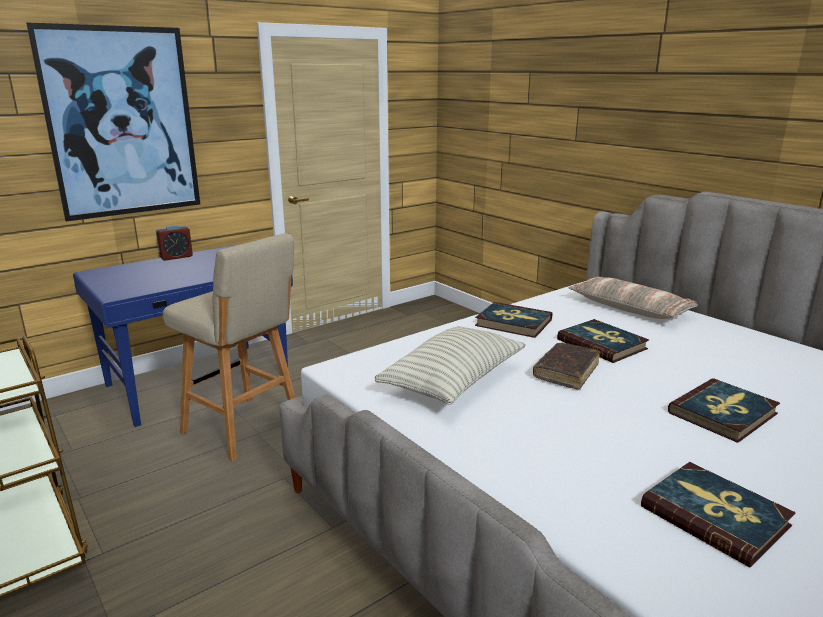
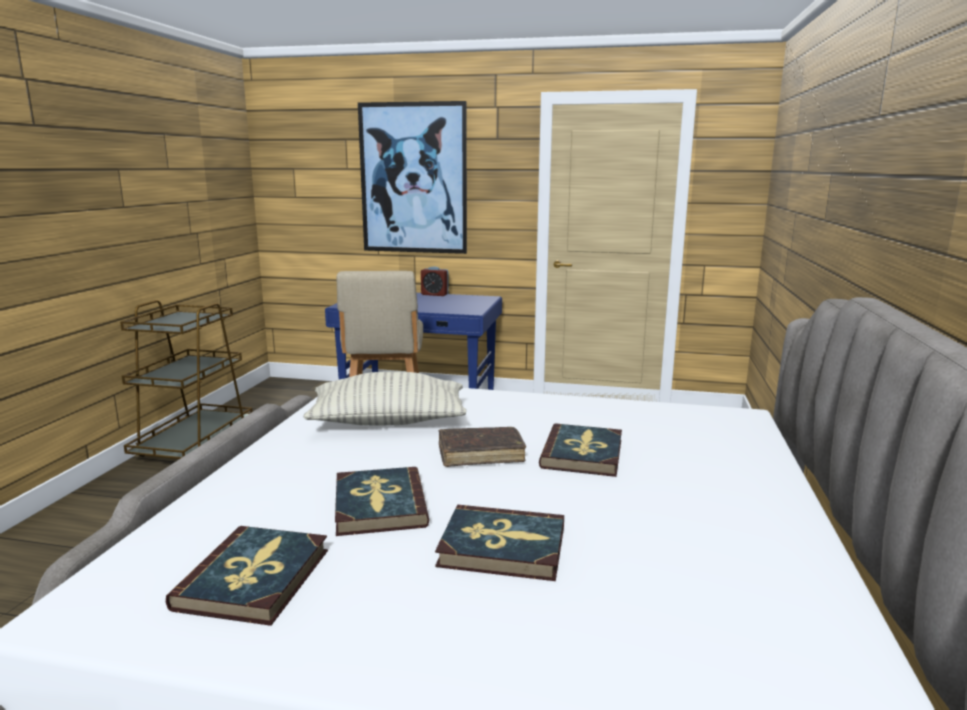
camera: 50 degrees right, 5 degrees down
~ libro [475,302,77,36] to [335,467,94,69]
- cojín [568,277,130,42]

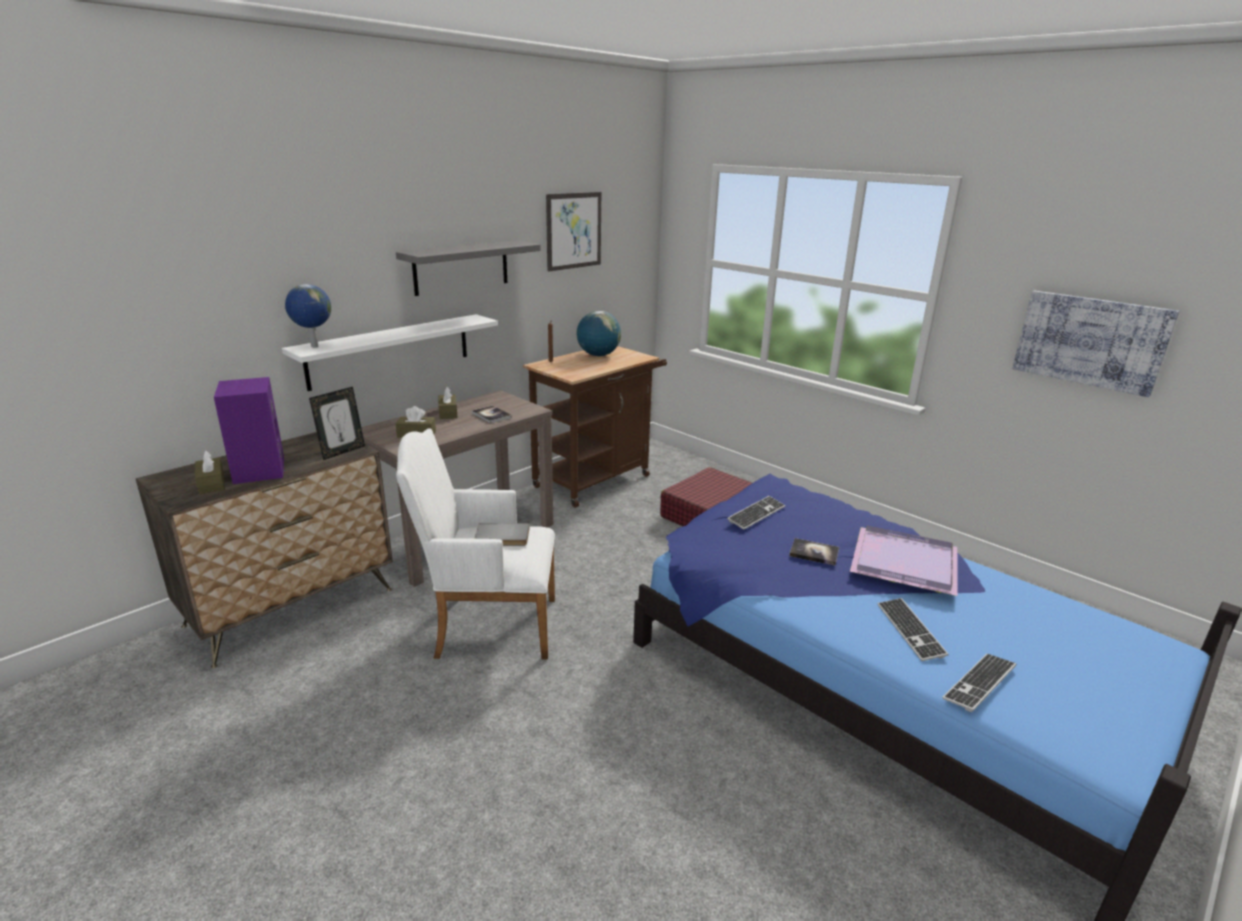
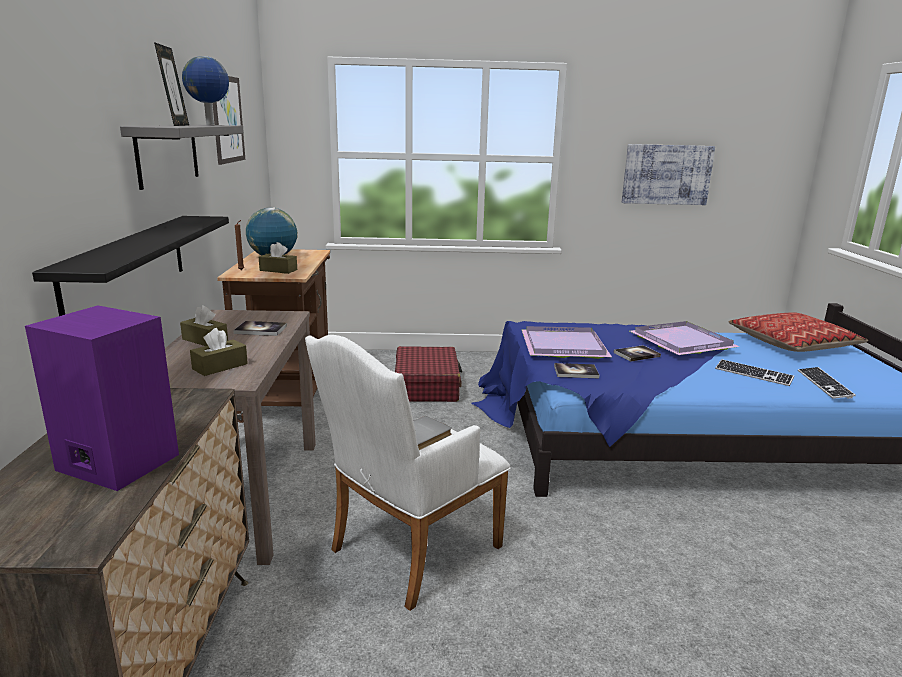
camera: 45 degrees left, 5 degrees down
~ caja de pañuelos [marrón] [195,450,30,44] to [259,242,38,32]
~ estante [blanco] [282,314,216,77] to estante [negro] [32,216,197,100]
~ globo terráqueo [285,284,46,63] to [182,56,47,69]
~ portarretratos [309,387,56,73] to [154,42,35,84]
~ teclado [727,496,58,34] to bandeja [morado] [521,326,91,33]
+ libro [554,363,45,15]
+ cojín [728,312,140,40]

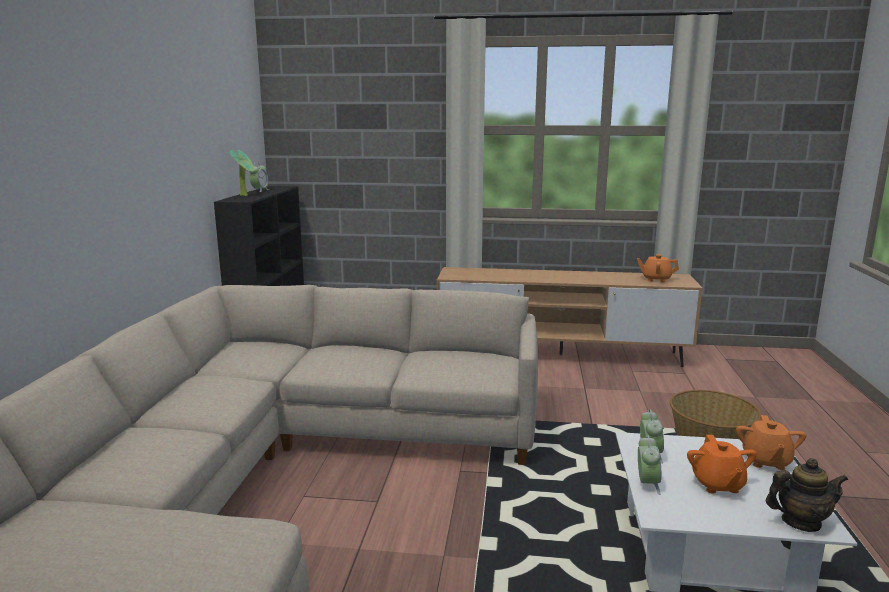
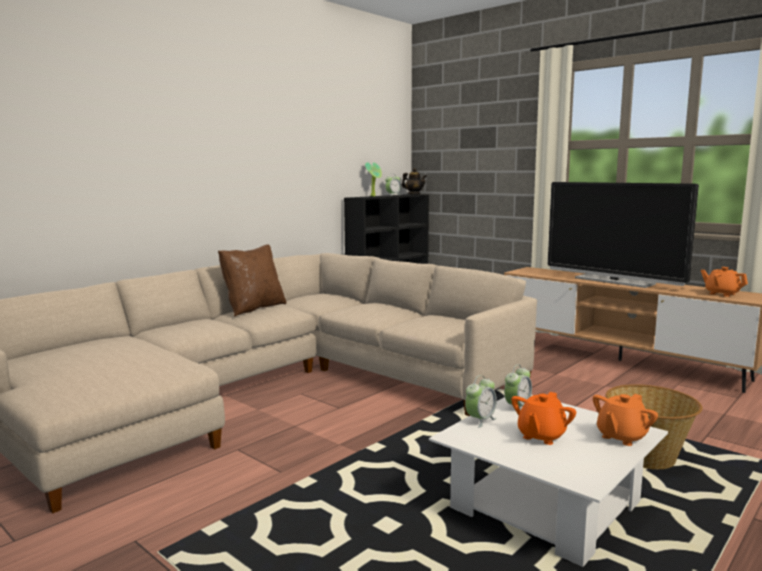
camera: 35 degrees right, 5 degrees down
~ tetera [766,458,82,74] to [402,168,25,27]
+ cojín [marrón] [218,244,68,73]
+ televisor [548,182,151,106]

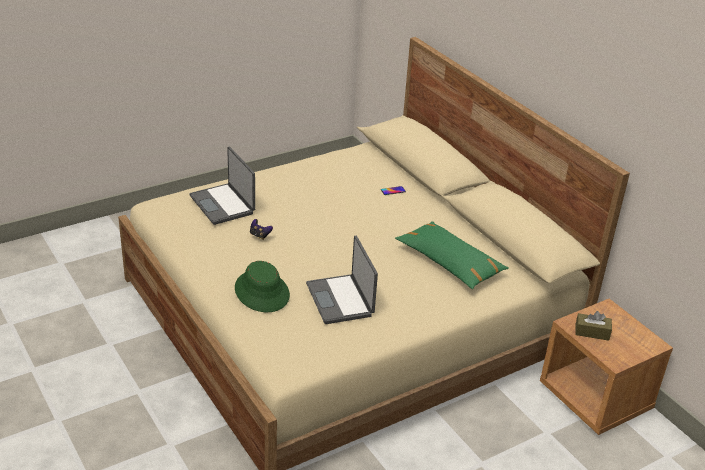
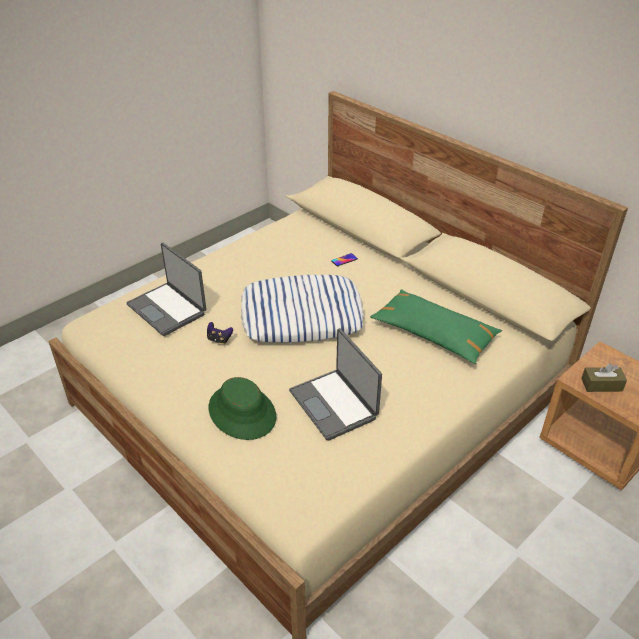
camera: 10 degrees left, 5 degrees up
+ cojín [241,275,123,68]

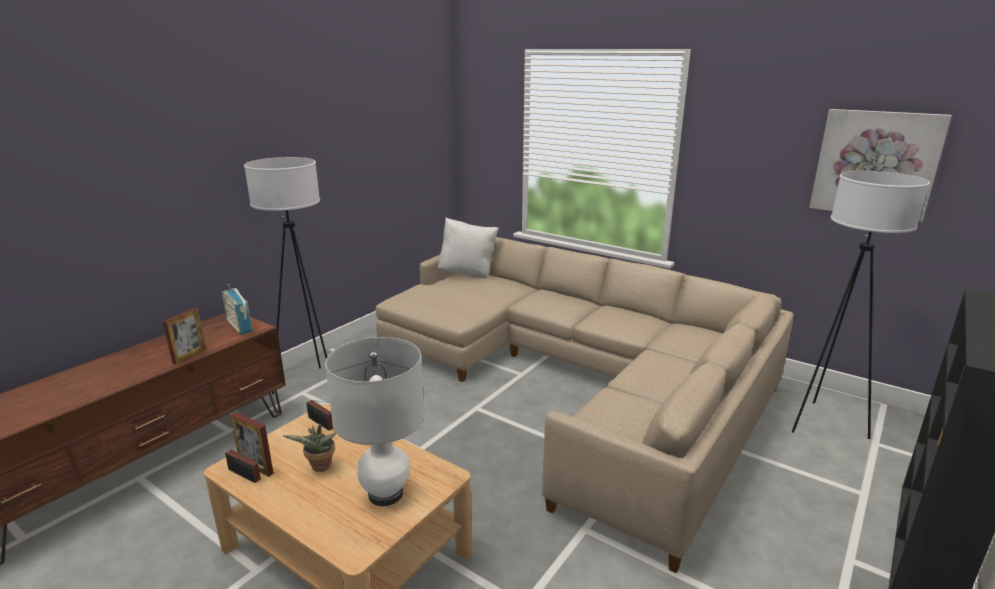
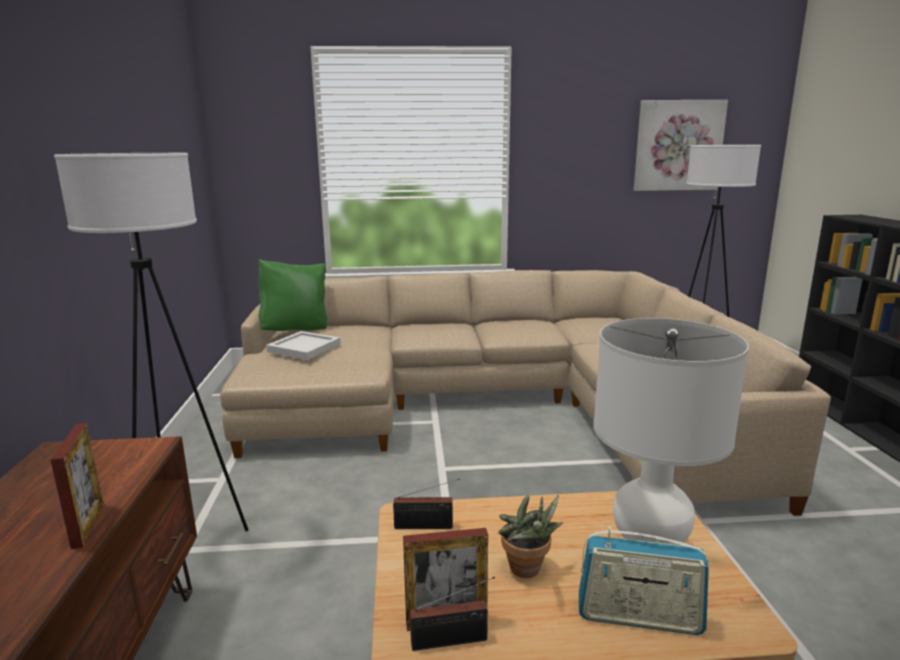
camera: 40 degrees left, 5 degrees down
~ radio [222,284,31,51] to [579,526,130,109]
~ cojín [blanco] [438,218,61,60] to cojín [verde] [258,259,69,72]
+ bandeja [blanco] [266,331,75,29]

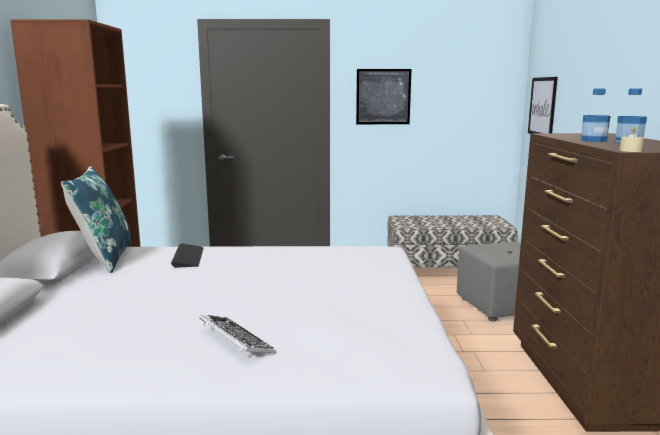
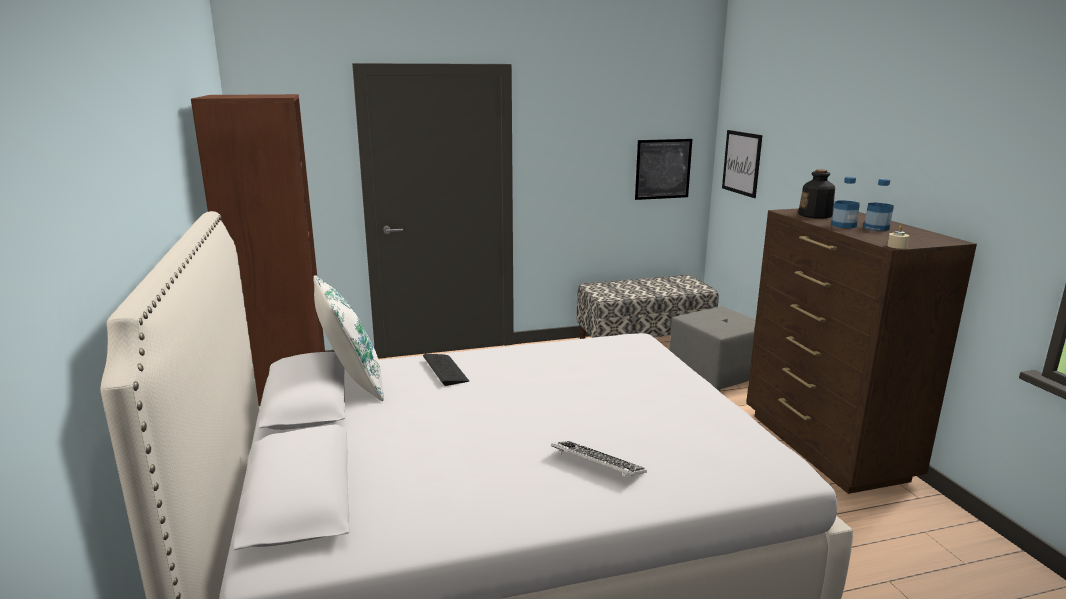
camera: 15 degrees left, 5 degrees up
~ cojín [azul] [61,166,71,107] to cojín [blanco] [313,275,71,126]
~ cuadro [356,69,55,55] to [635,139,57,61]
+ botella [798,169,37,49]

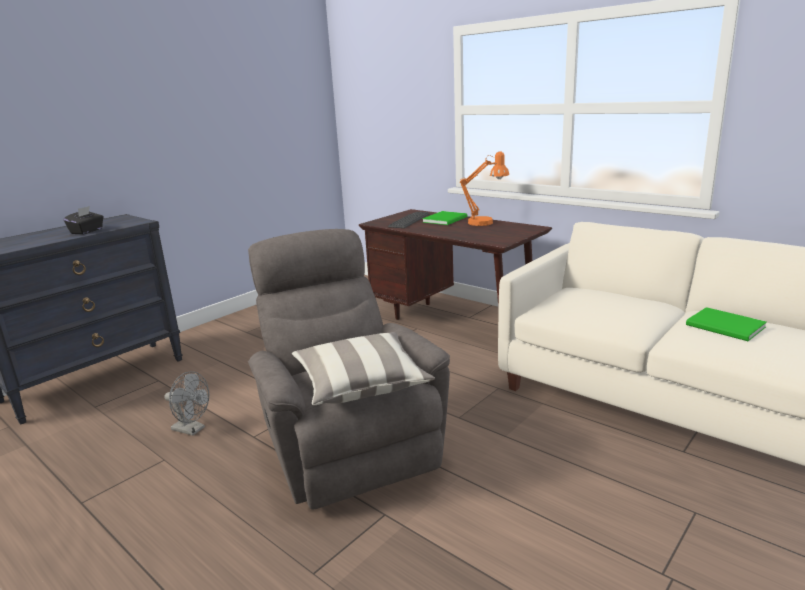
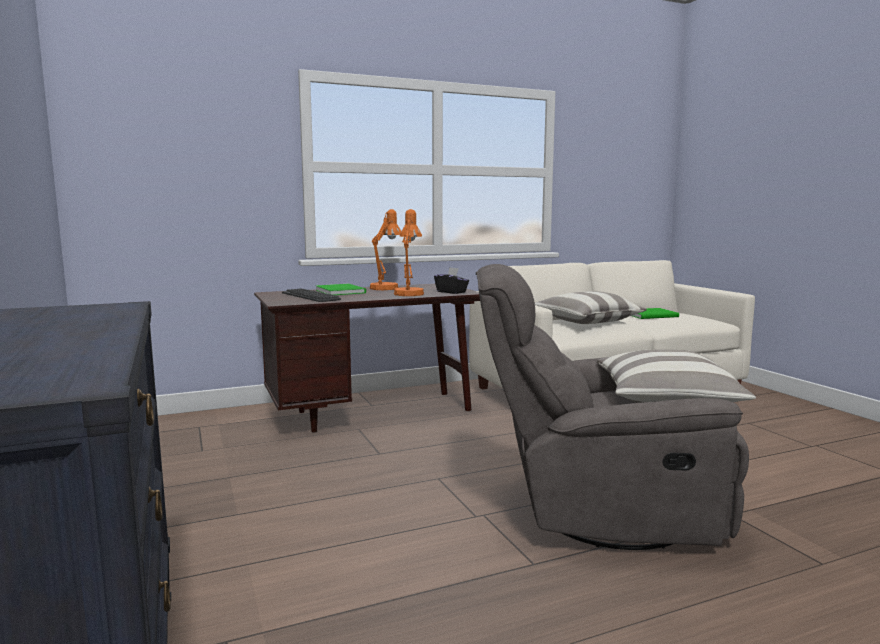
camera: 65 degrees left, 10 degrees down
~ caja de pañuelos [negro] [63,206,41,28] to [434,267,35,27]
- ventilador [gris] [164,371,45,65]
+ lámpara de mesa [naranja] [394,209,30,87]
+ cojín [535,291,112,33]

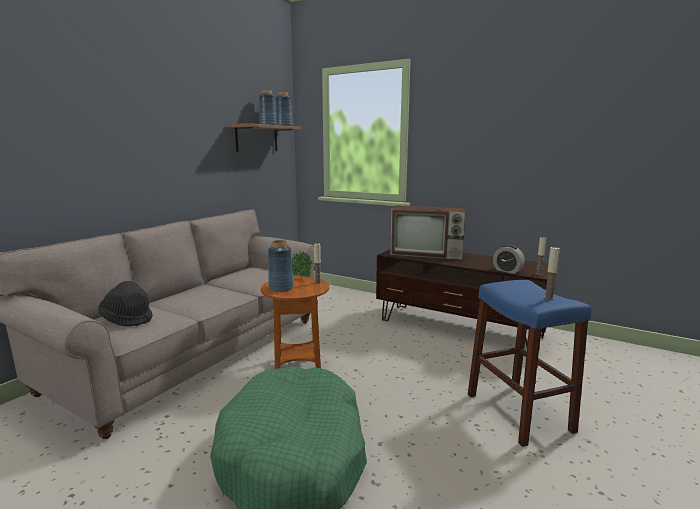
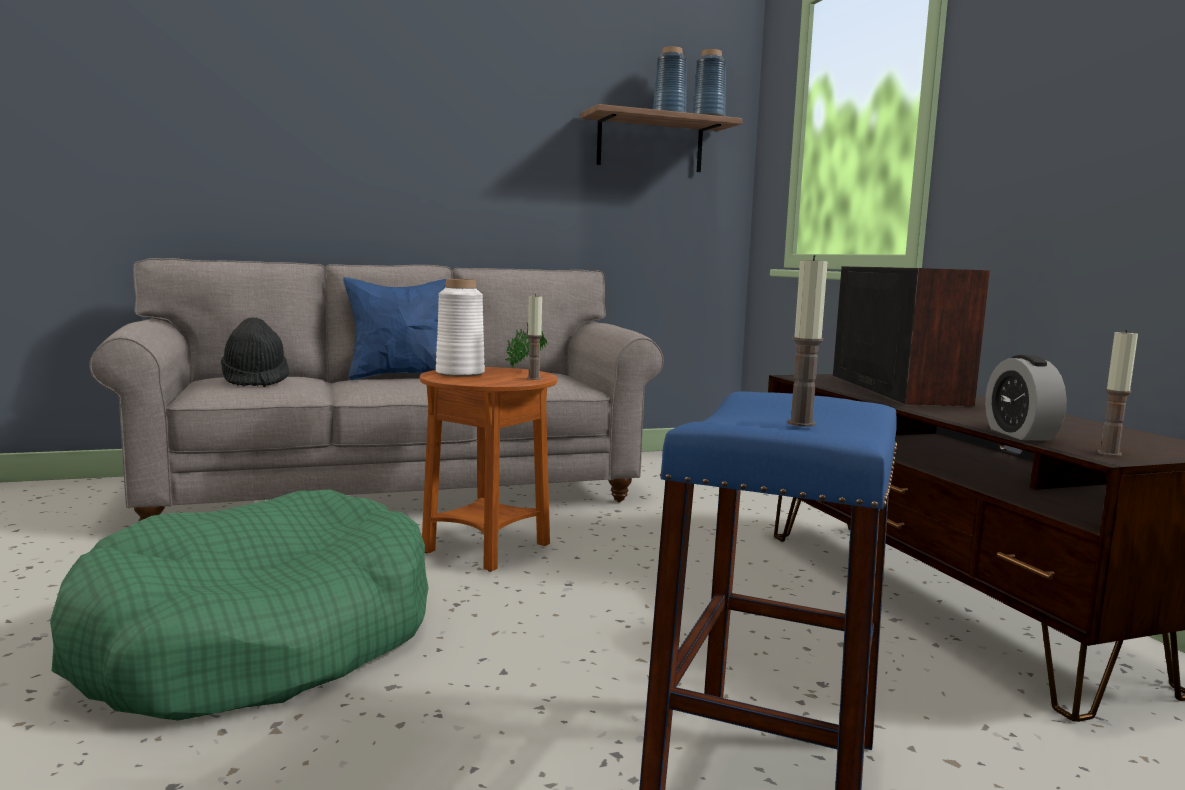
camera: 40 degrees right, 5 degrees down
~ florero [azul] [268,240,26,52] to florero [blanco] [436,279,49,98]
~ televisor [390,205,76,55] = [833,266,157,141] 150 degrees counterclockwise
+ cojín [azul] [343,277,103,103]

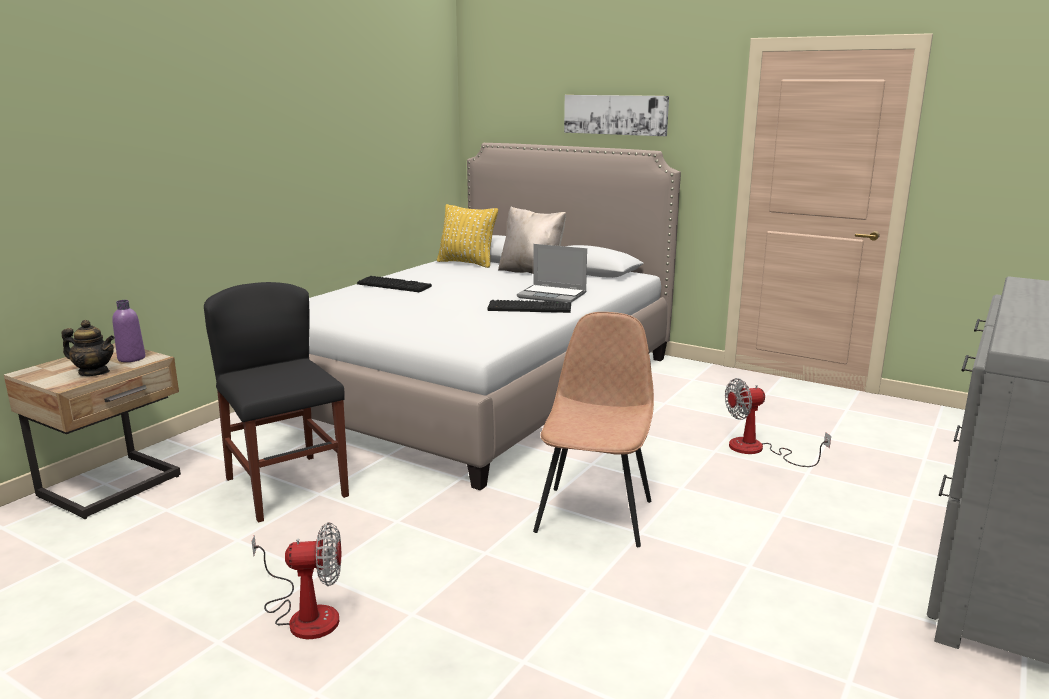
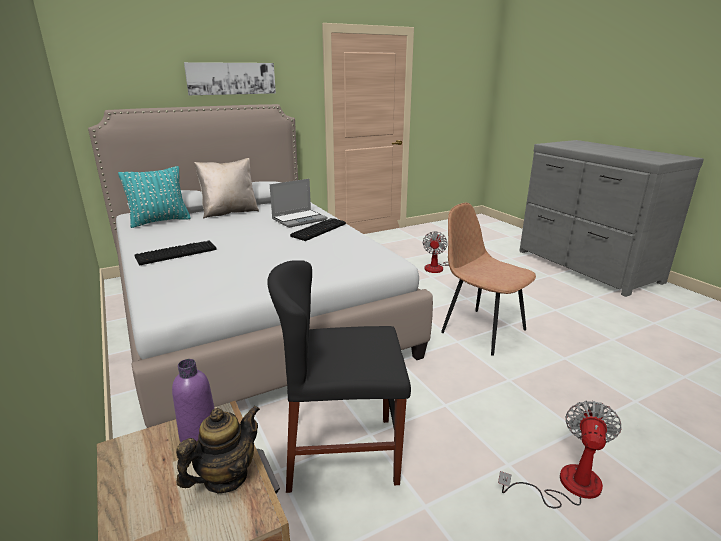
camera: 60 degrees left, 5 degrees up
~ cojín [amarillo] [437,204,61,64] to cojín [turquesa] [118,166,73,62]

